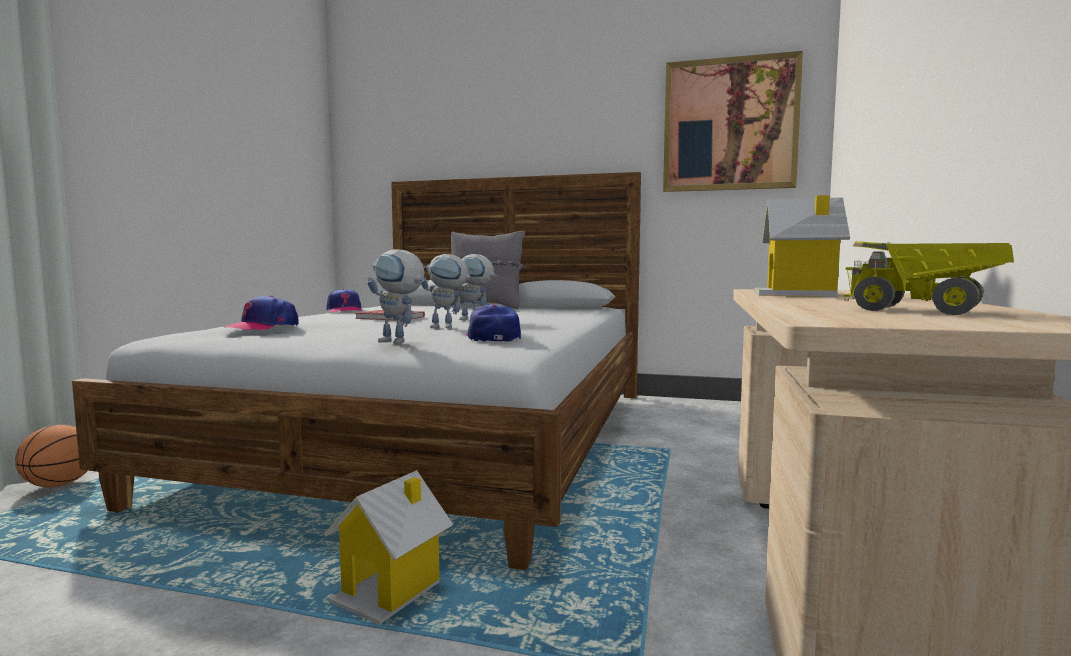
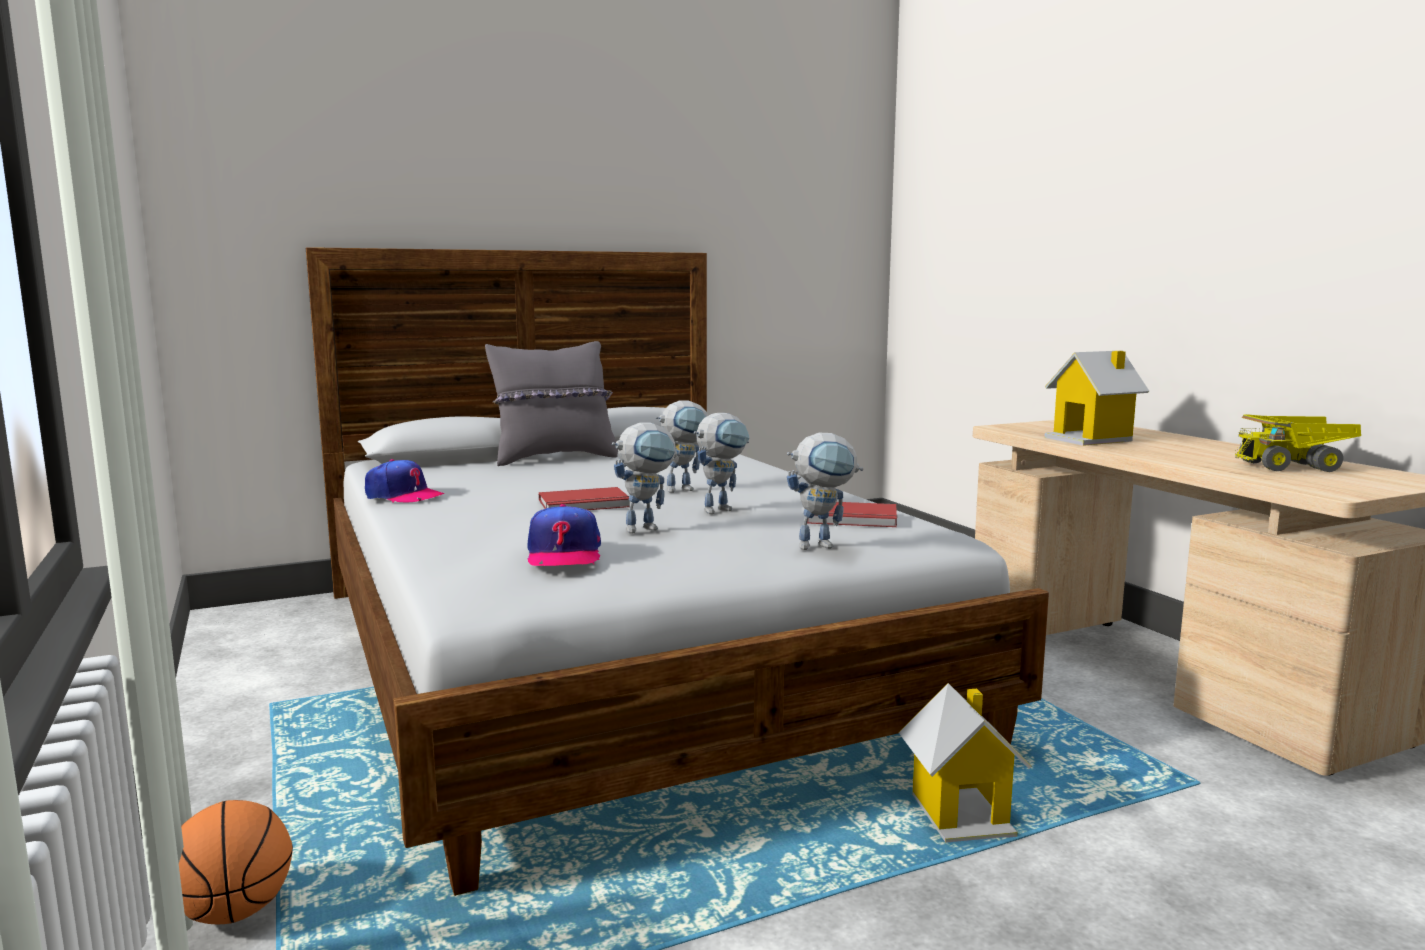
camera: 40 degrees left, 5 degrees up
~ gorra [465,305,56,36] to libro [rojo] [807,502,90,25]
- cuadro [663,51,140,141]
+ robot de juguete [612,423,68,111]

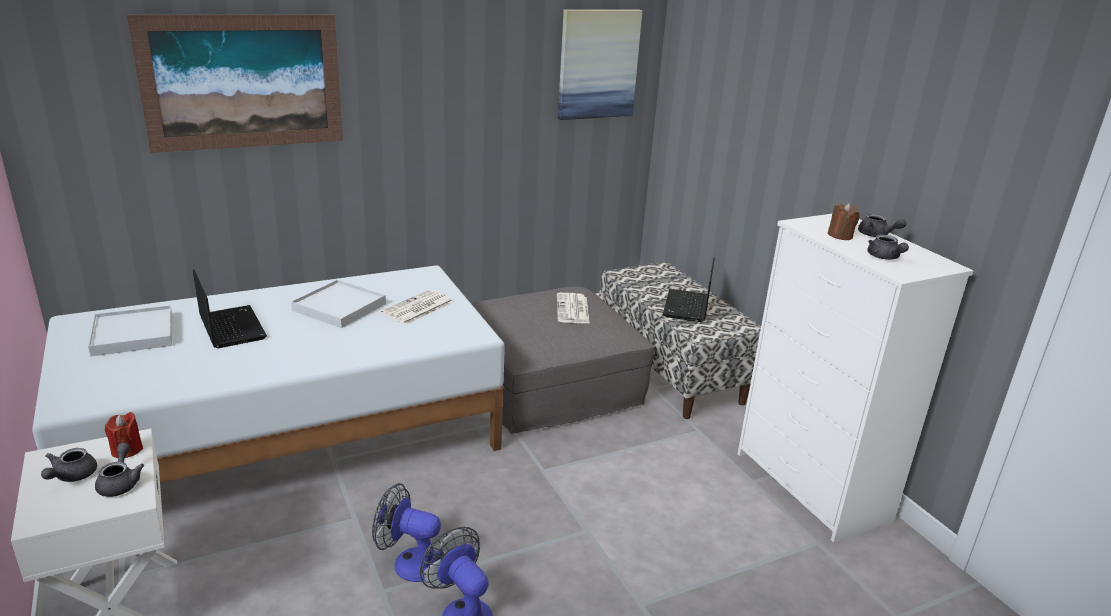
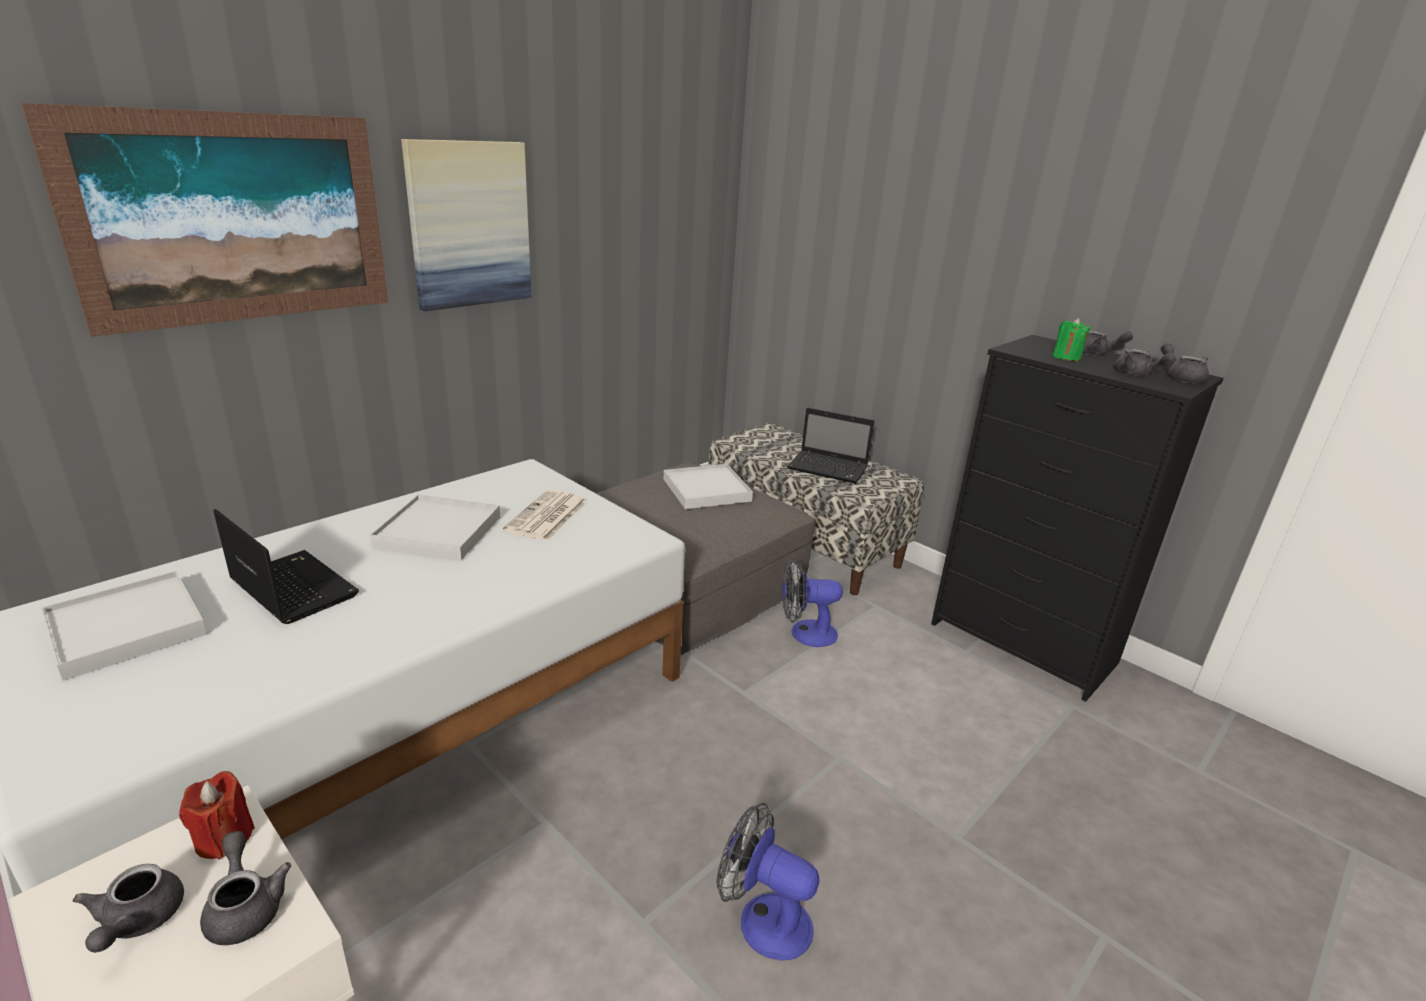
camera: 20 degrees left, 0 degrees up
~ ventilador [372,483,69,99] to [782,559,61,88]
~ periódico [557,293,33,31] to bandeja [blanco] [664,464,89,45]
~ cuadro [558,9,85,111] to [401,139,131,172]
~ portátil [663,257,52,65] = [787,407,87,77] 60 degrees counterclockwise
~ cómoda [blanco] [738,214,236,329] to cómoda [negro] [931,335,293,367]
~ vela [marrón] [828,203,31,37] to vela [verde] [1052,318,39,43]
+ tetera [gris] [1161,343,48,41]

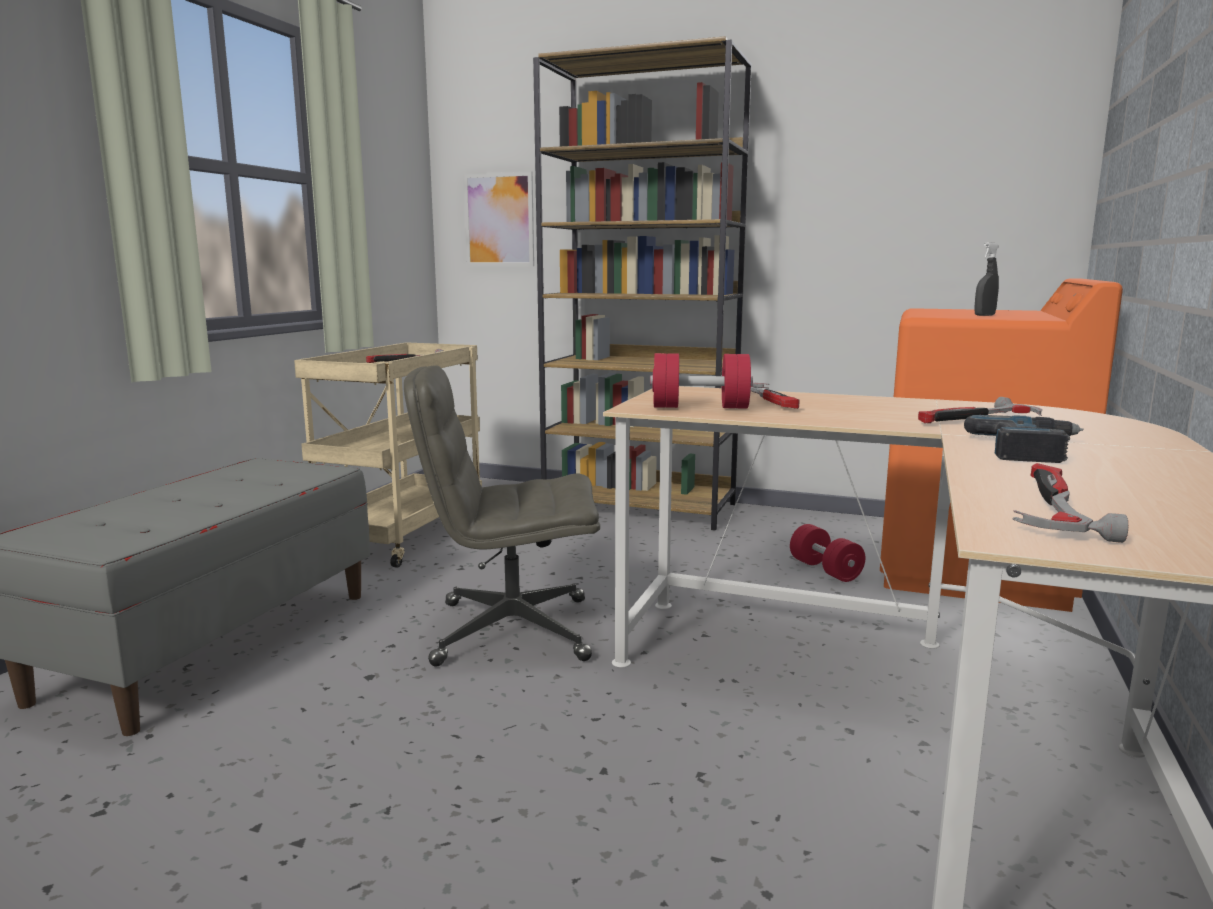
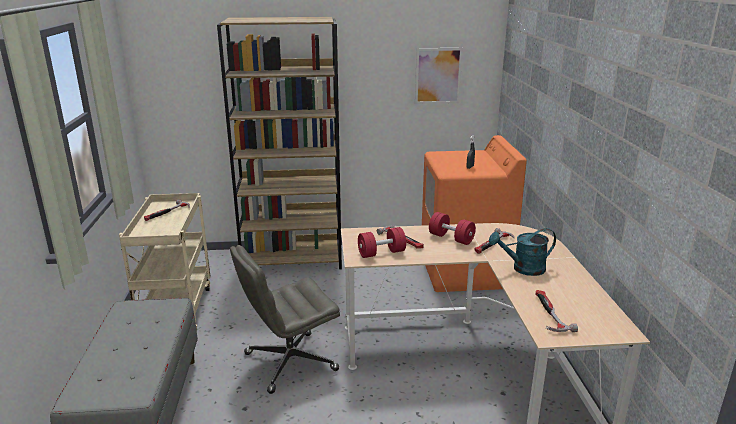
camera: 25 degrees left, 10 degrees up
~ cuadro [463,171,71,95] to [415,48,48,56]
~ mancuerna [rojo] [790,524,75,58] to [429,212,47,33]
~ taladro [964,415,119,48] to regadera [turquesa] [489,228,67,48]

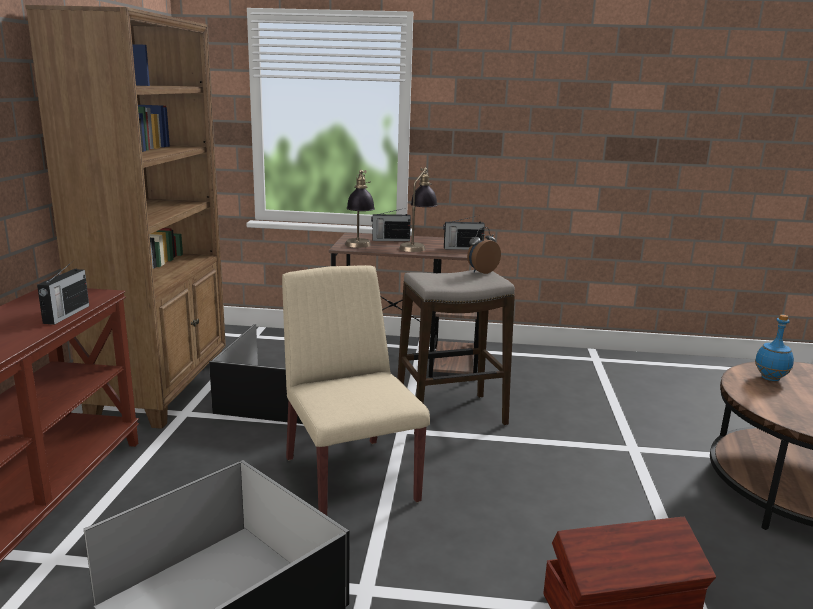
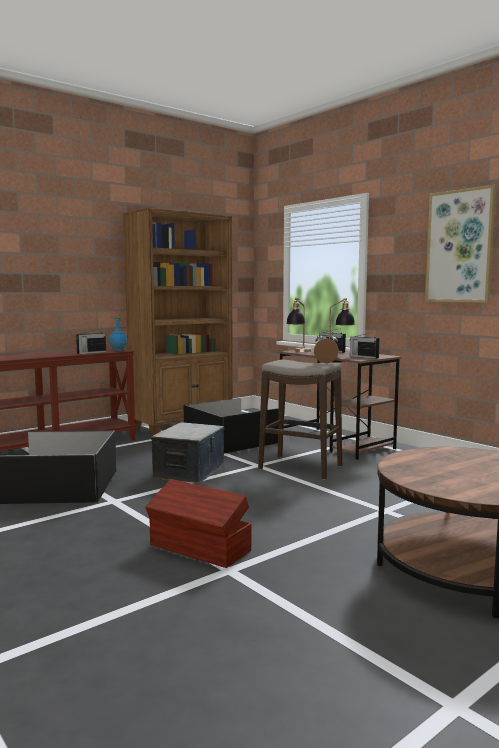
camera: 45 degrees right, 10 degrees down
~ silla [beis] [282,265,148,250] to caja de almacenaje [151,422,73,61]
~ botella [azul] [755,315,39,66] to [109,315,18,36]
+ cuadro [425,184,71,119]

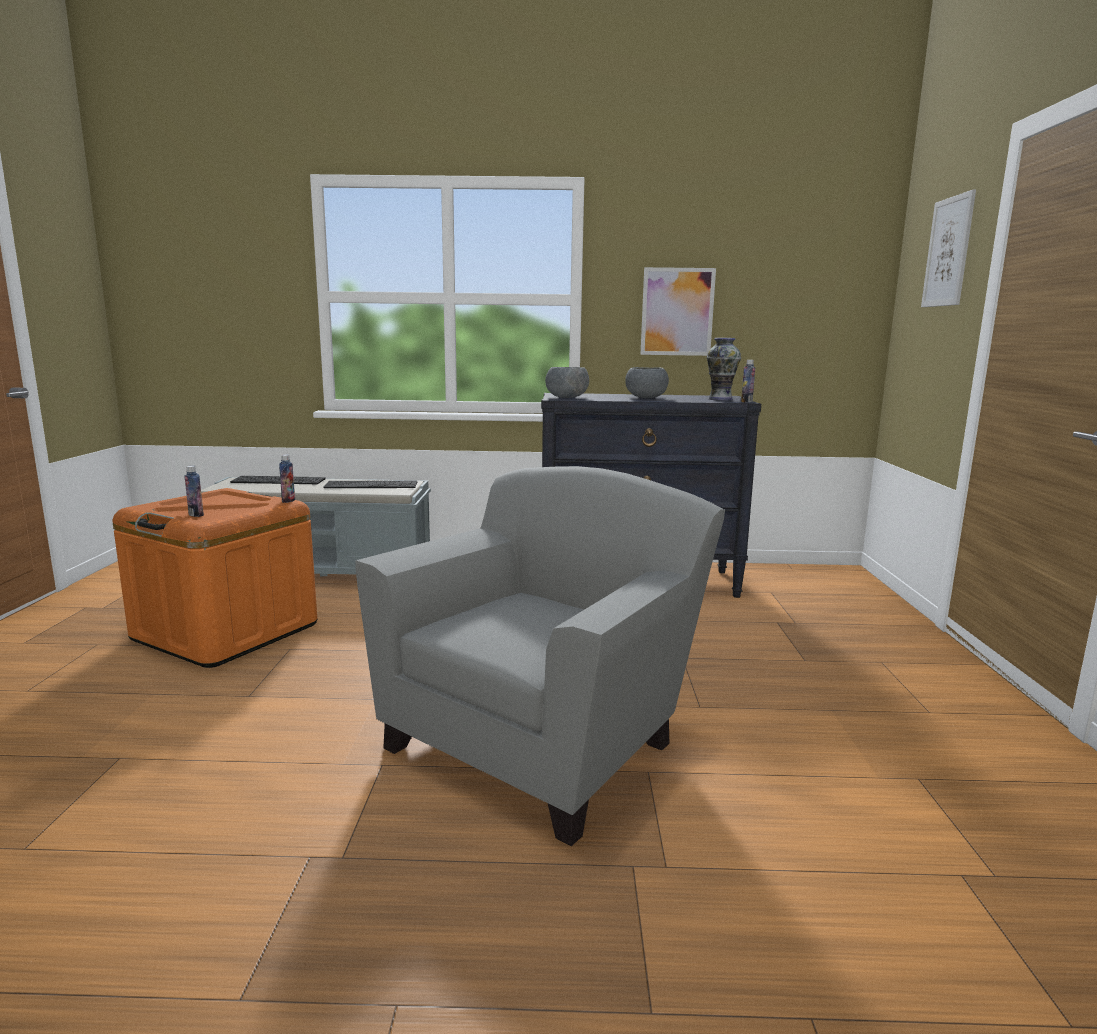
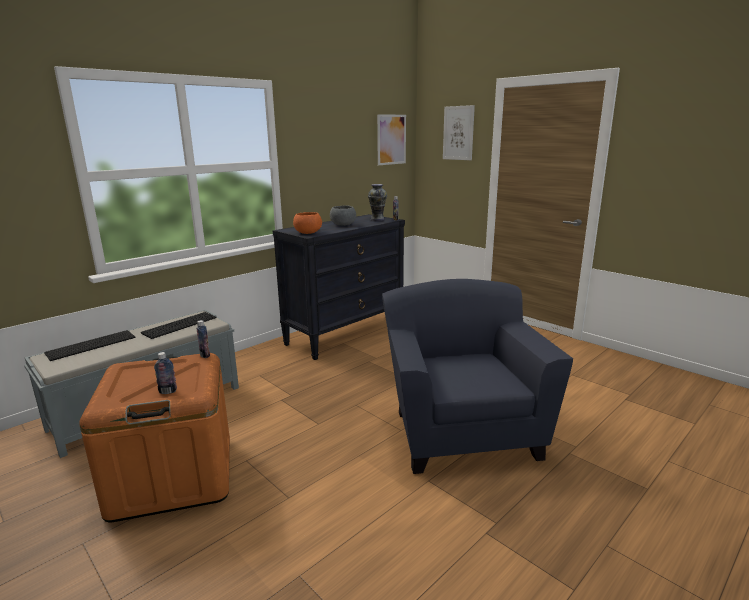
camera: 45 degrees left, 5 degrees up
~ sillón [gris] [355,466,370,380] to sillón [azul] [382,279,191,195]
~ cuenco [gris] [545,367,44,31] to cuenco [naranja] [293,212,29,22]
~ cuadro [640,267,76,89] to [377,114,29,51]

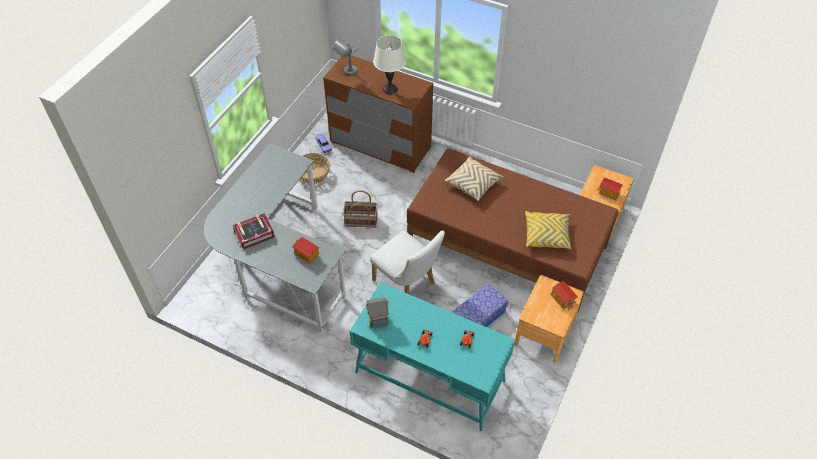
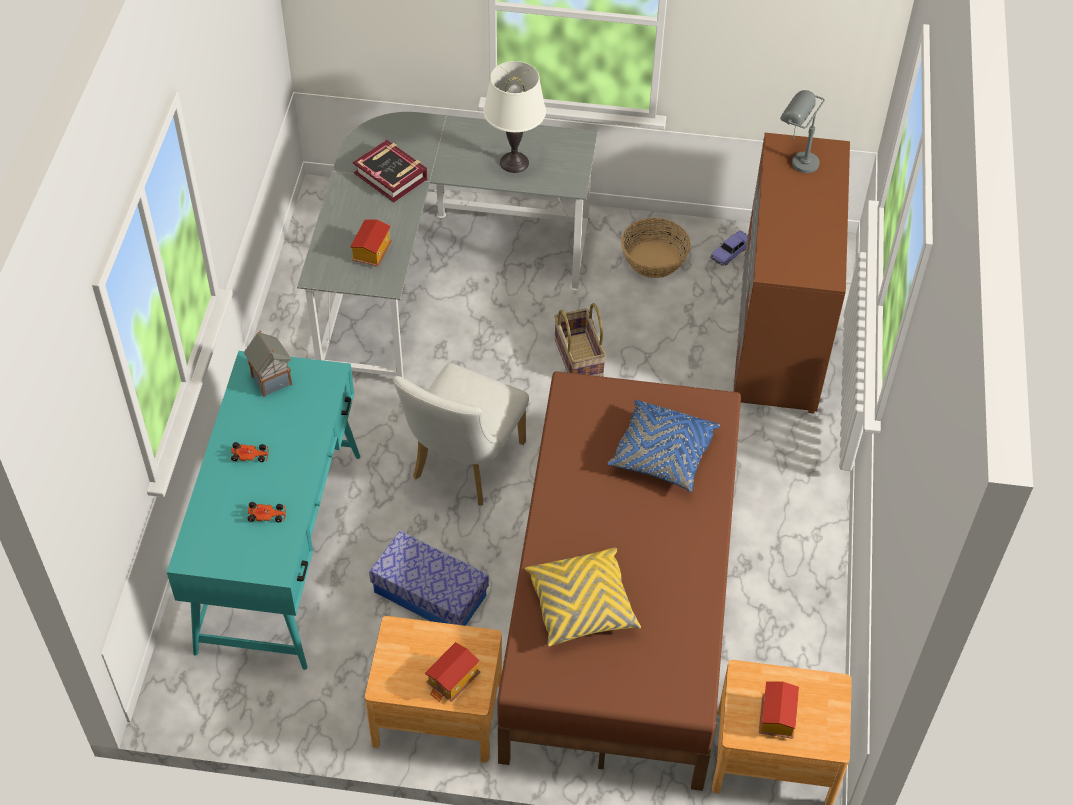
camera: 70 degrees right, 0 degrees up
~ lámpara de mesa [blanco] [373,35,33,59] to [483,61,63,112]
~ cojín [beis] [445,157,58,44] to cojín [azul] [607,400,113,92]

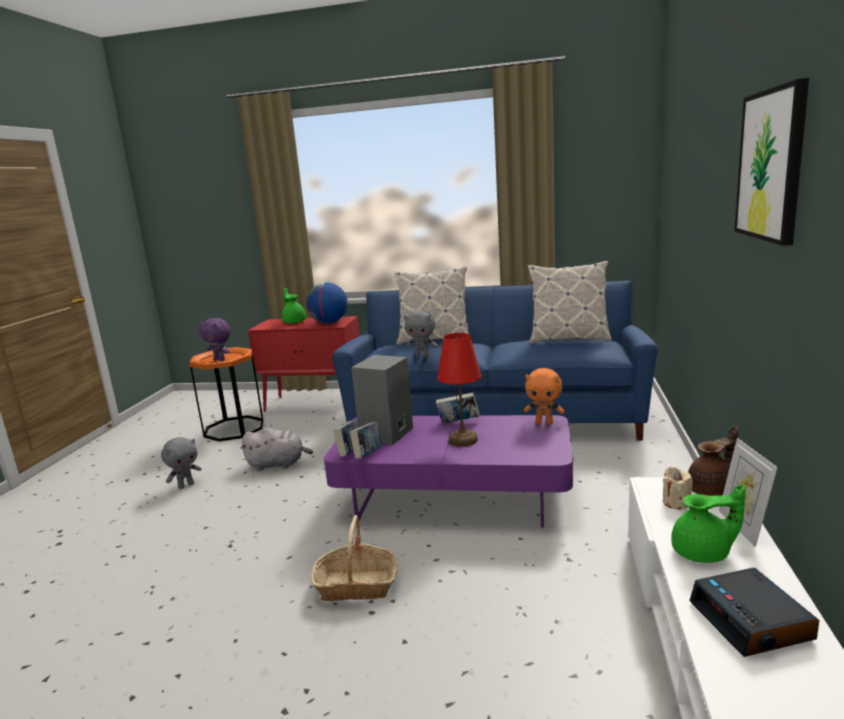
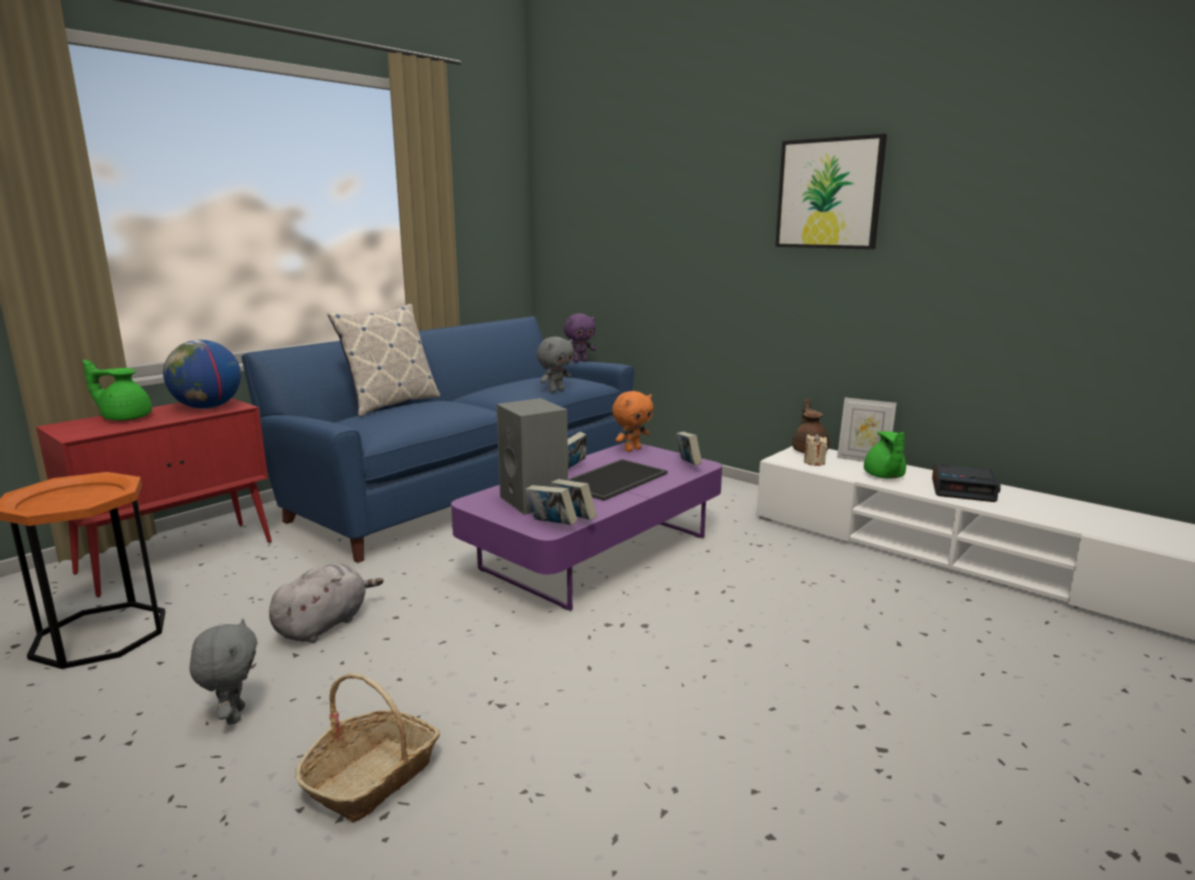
camera: 60 degrees left, 0 degrees up
~ peluche [morado] [199,318,31,44] to [564,313,32,49]
~ cesta [311,515,87,86] to [295,673,145,150]
~ peluche [gris] [404,310,34,48] to [537,337,37,56]
~ lámpara de mesa [rojo] [437,333,44,113] to bandeja [568,459,99,42]
- cojín [527,261,85,83]
~ tetera [verde] [671,484,75,79] = [864,431,42,48] 150 degrees clockwise
+ libro [676,431,26,34]

